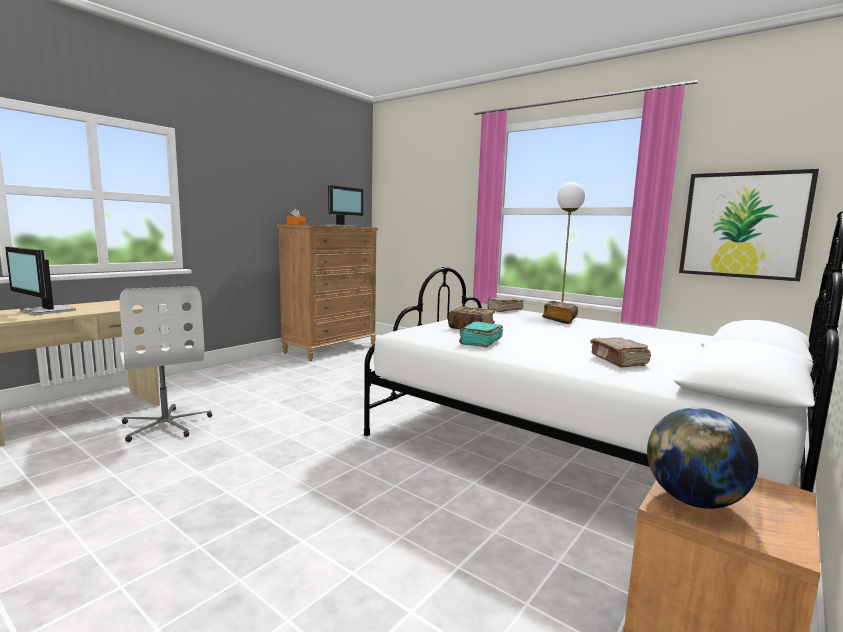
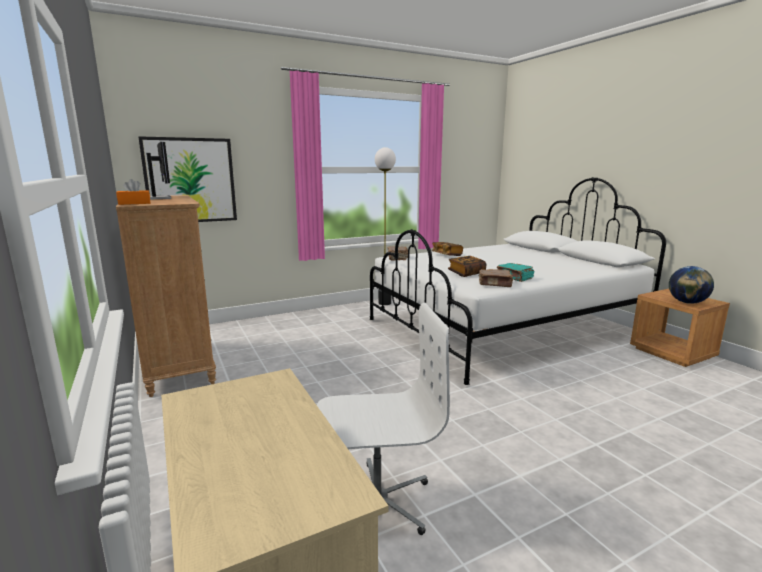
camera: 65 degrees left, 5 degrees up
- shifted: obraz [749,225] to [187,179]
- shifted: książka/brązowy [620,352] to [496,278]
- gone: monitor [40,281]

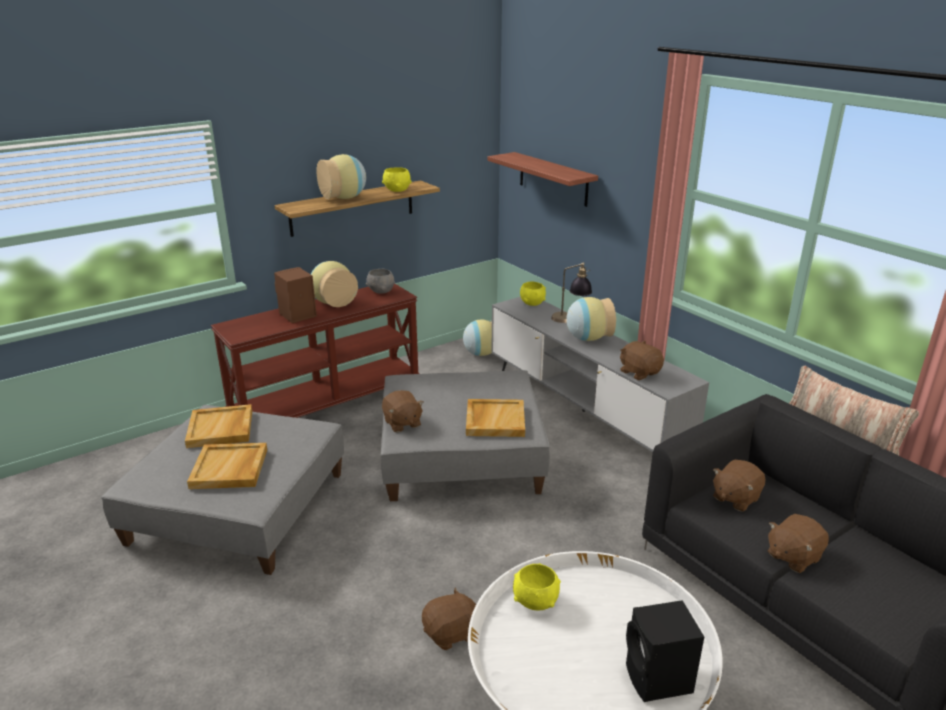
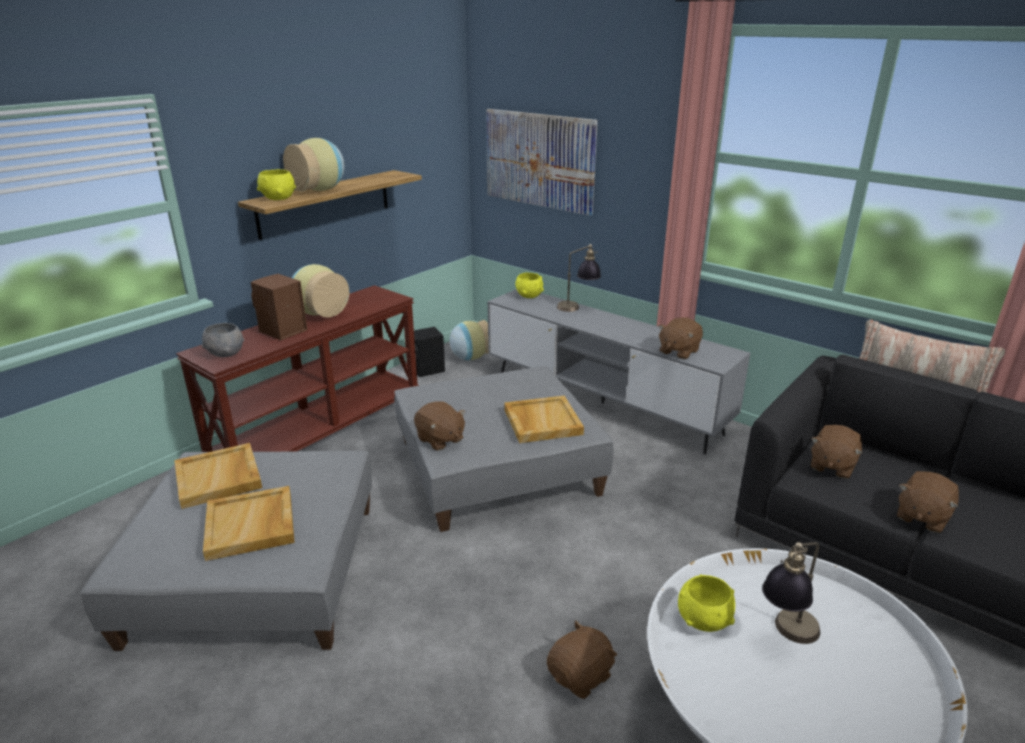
camera: 15 degrees left, 0 degrees up
- shifted: miska/szary [380,281] to [223,340]
- shifted: miska/żółty [396,179] to [276,184]
- shifted: głośnik/czarny [665,651] to [429,352]
- swapped: półka [543,179] to obraz [542,162]
- rotated: pluszak/brązowy [642,360] = [681,338] 90 degrees counterclockwise
- new: lampa stołowa [791,593]
- gone: wazon [591,319]

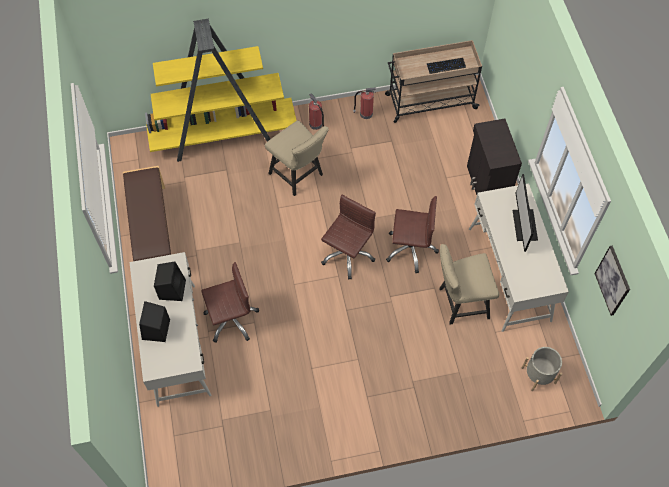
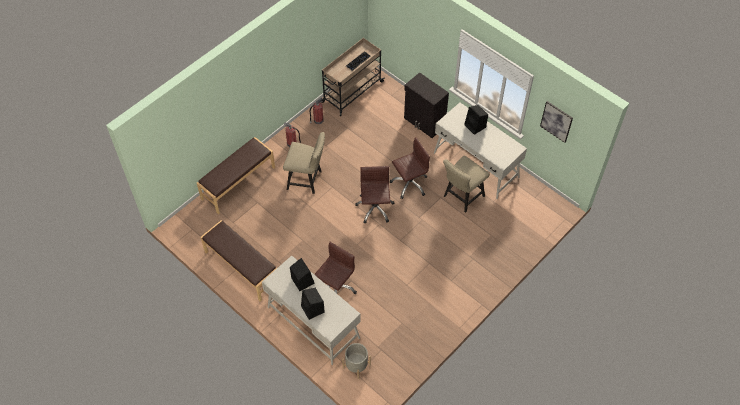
camera: 35 degrees left, 5 degrees down
- swapped: regał/żółty [221,90] to ławka/brązowy [236,175]
- shifted: donica/szary [541,369] to [356,361]
- swapped: monitor [525,213] to głośnik/czarny [476,120]

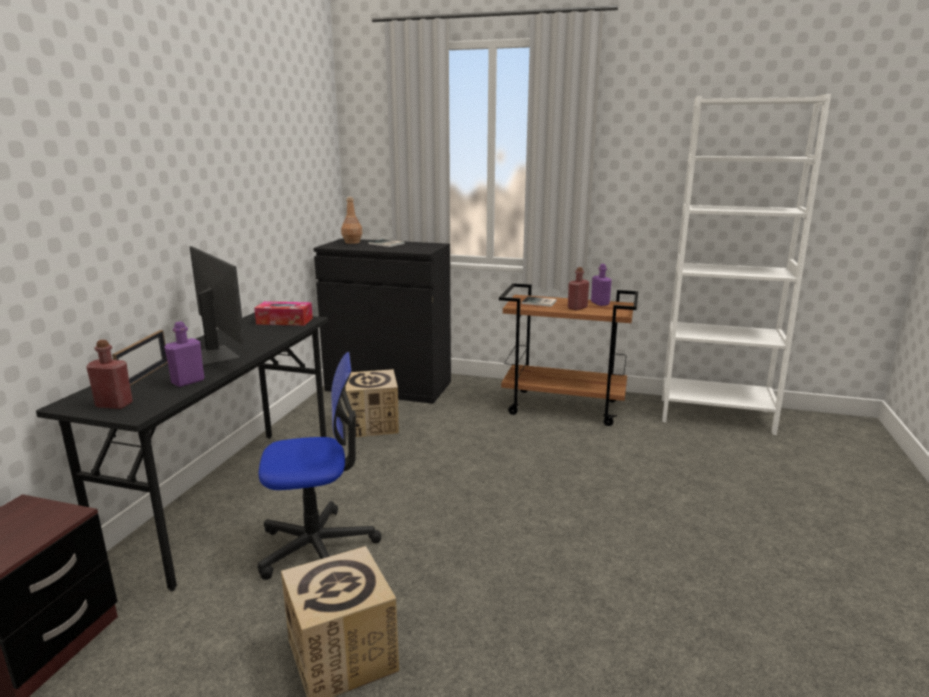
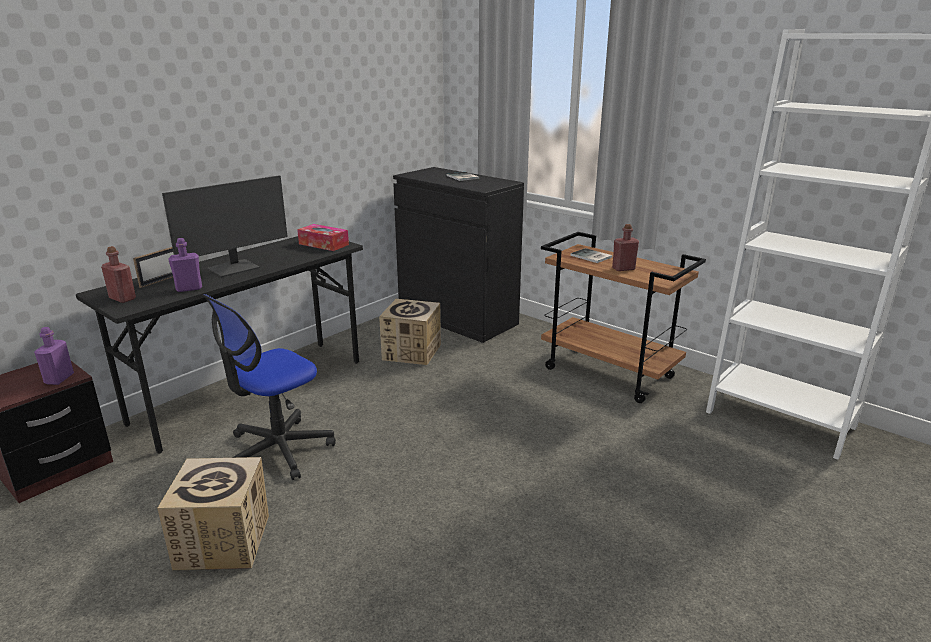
camera: 25 degrees right, 5 degrees up
- shifted: butelka/fioletowy [601,285] to [54,356]
- rotated: monitor [217,306] = [225,226] 60 degrees clockwise
- rotated: krzesło biurowe [319,466] = [269,387] 120 degrees clockwise
- gone: butelka/brązowy [351,220]

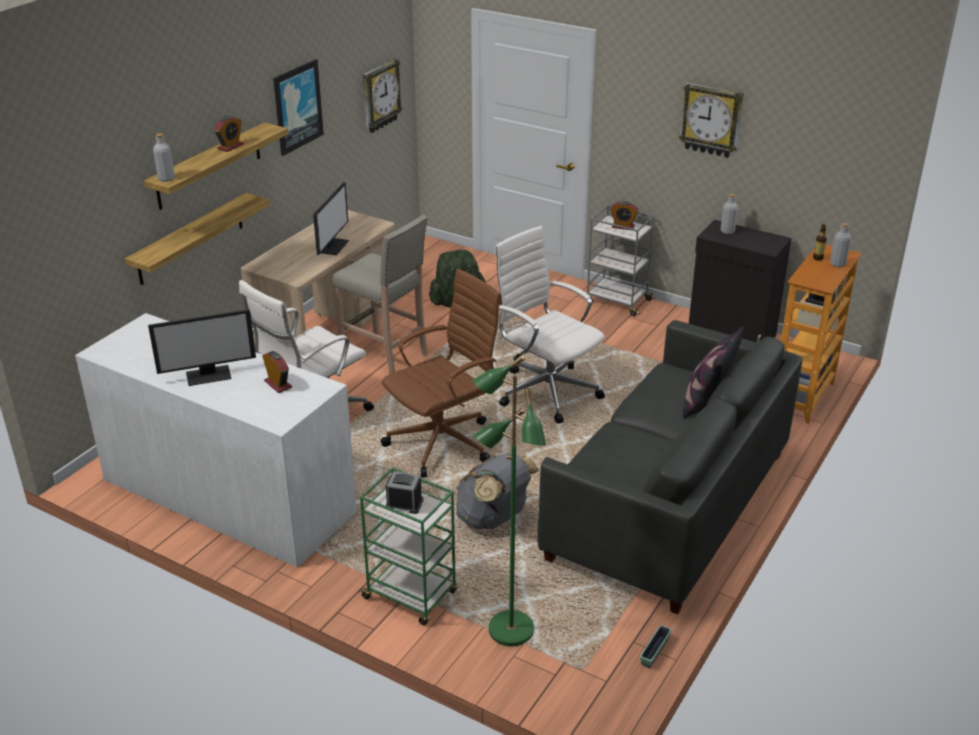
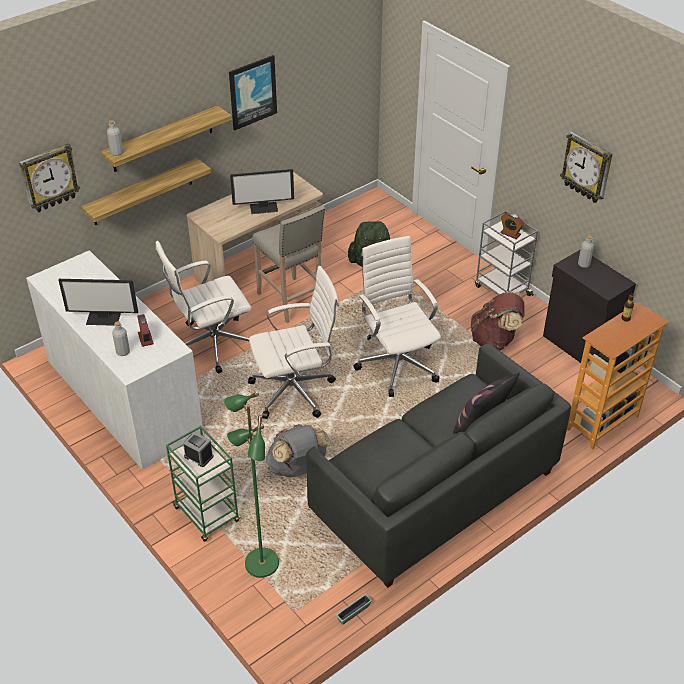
camera: 20 degrees right, 10 degrees up
- shifted: zegar ścienny [382,96] to [49,177]
- shifted: butelka/szary [840,245] to [121,338]
- rotated: monitor [331,218] = [262,191] 45 degrees clockwise
- repainted: krzesło biurowe/brązowy [441,372] to krzesło biurowe/biały [293,342]
- new: plecak/brązowy [498,321]
- gone: budzik [229,134]

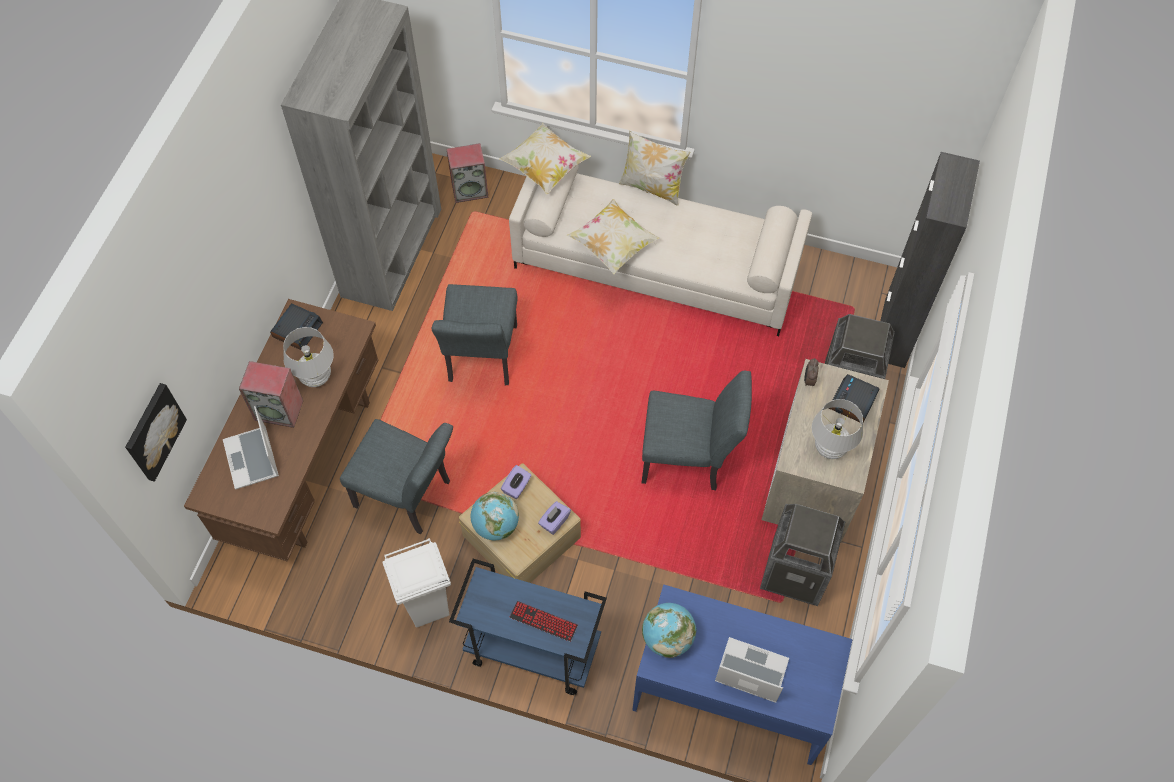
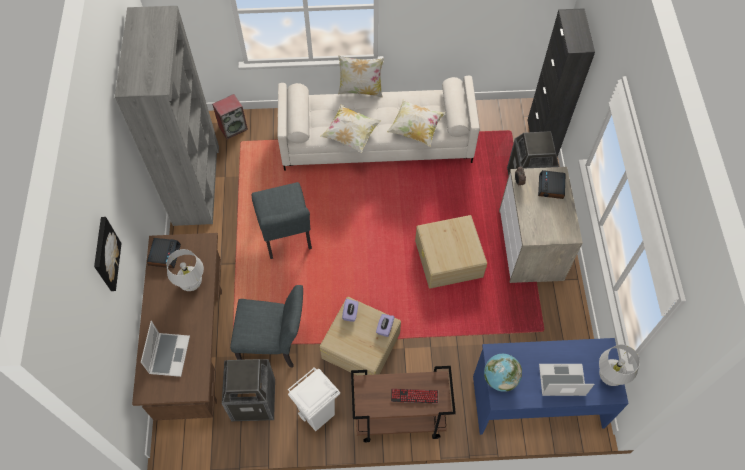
camera: 20 degrees left, 0 degrees up
- shifted: obraz [156,432] to [108,254]
- rotated: laptop [251,448] = [165,349] 135 degrees counterclockwise
- shifted: kosz na śmieci [803,555] to [248,390]
- repainted: wózek/niebieski [528,627] to wózek/brązowy [403,404]
- shifted: poduszka [545,159] to [416,123]
- swapped: krzesło/szary [697,430] to pojemnik do przechowywania/beżowy [451,251]
- shifted: lampa stołowa/biały [837,429] to [619,365]
- gone: głośnik [271,394]
- gone: globus [495,516]

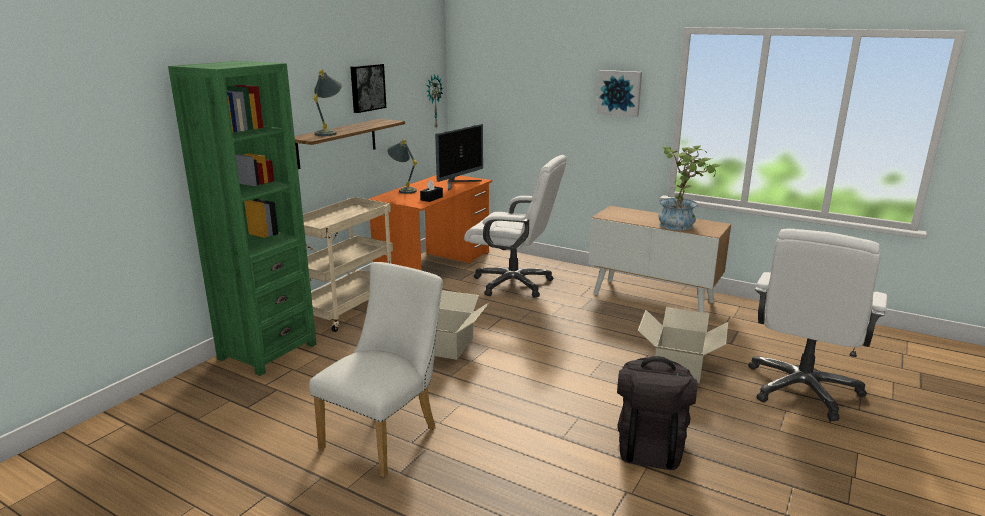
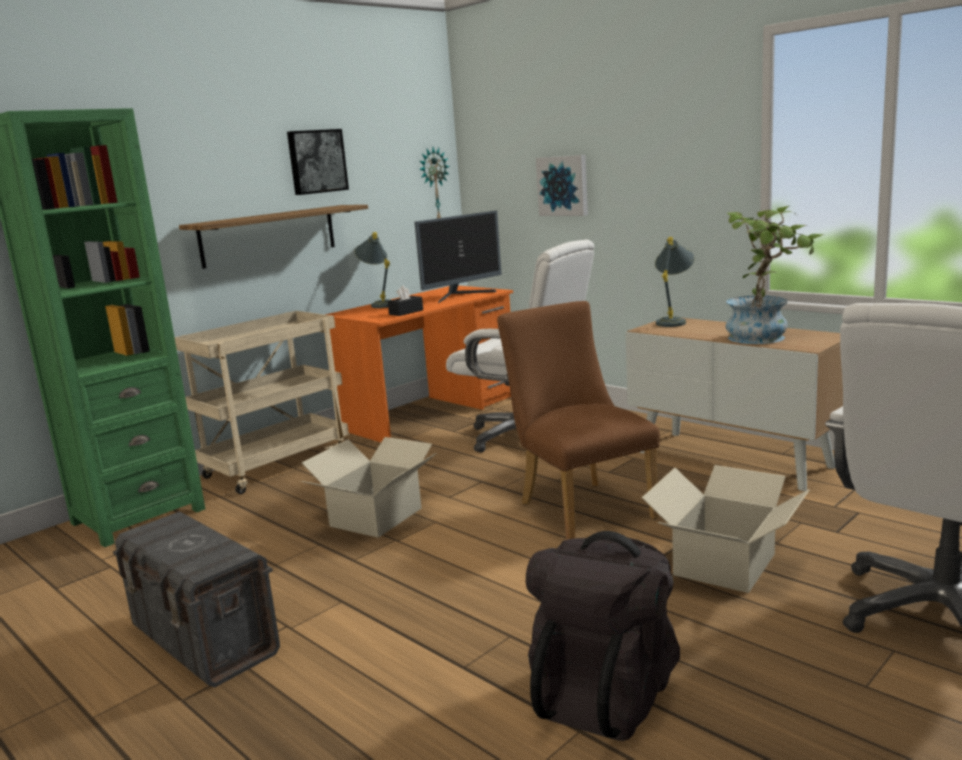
camera: 15 degrees right, 5 degrees down
- swapped: krzesło/biały [376,369] to pojemnik do przechowywania/szary [196,599]
- new: krzesło/brązowy [578,420]
- shifted: obraz [619,93] to [562,185]
- shifted: lampa stołowa/szary [327,103] to [675,282]

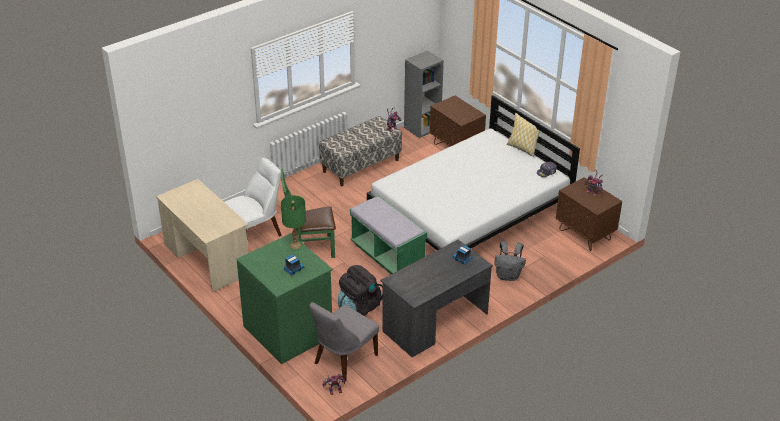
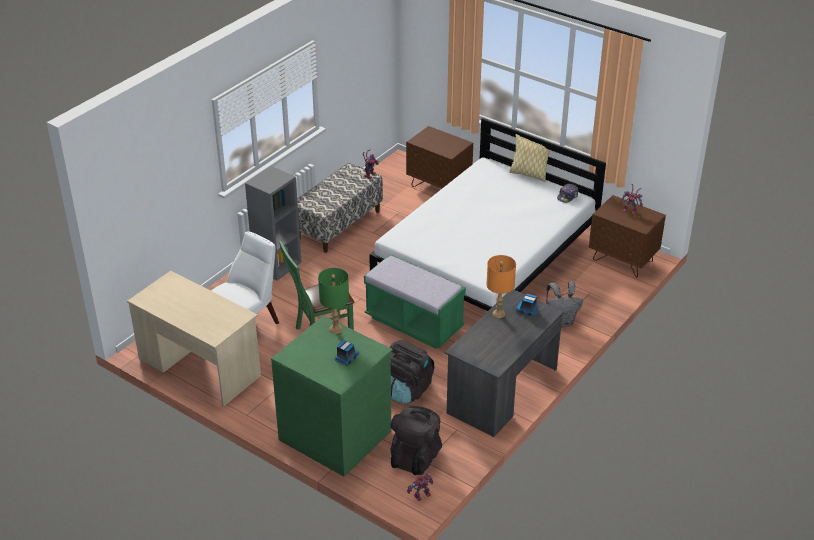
camera: 15 degrees left, 0 degrees up
- shifted: regał/szary [424,94] to [273,223]
- swapped: krzesło/szary [344,342] to plecak/czarny [416,440]
- new: lampa stołowa/pomarańczowy [501,286]

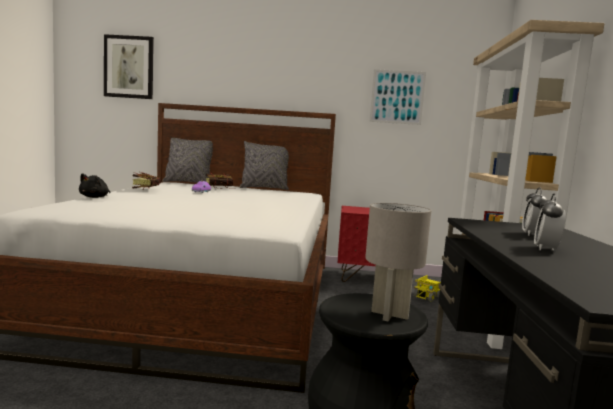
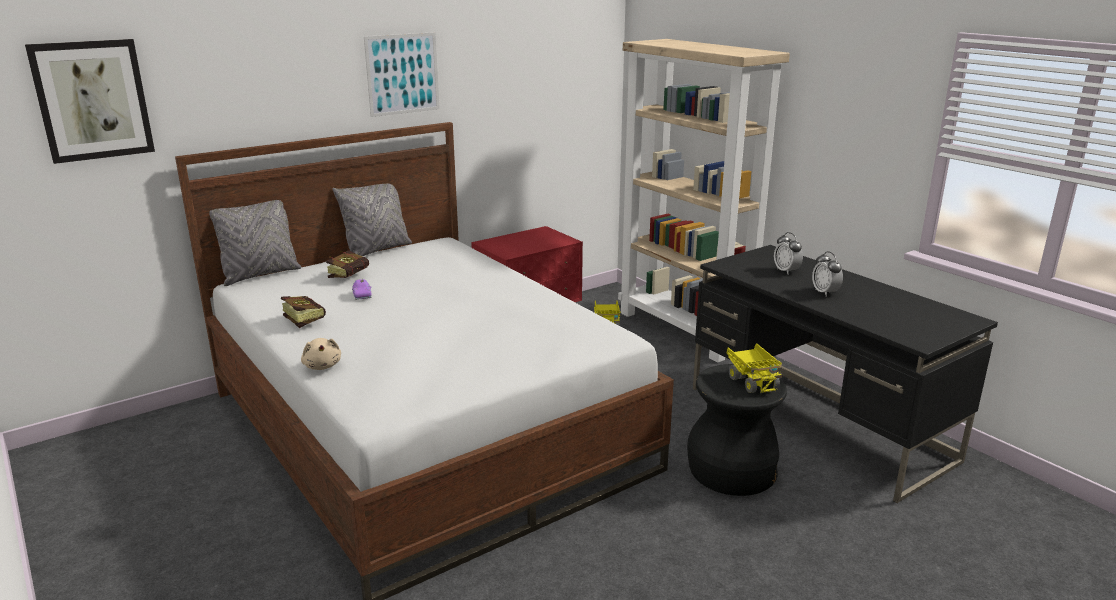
camera: 40 degrees left, 15 degrees up
- repainted: pluszak/czarny [94,185] to pluszak/beżowy [321,354]
- shifted: obraz [397,97] to [402,74]
- swapped: lampa stołowa/szary [398,262] to ciężarówka zabawkowa [754,368]

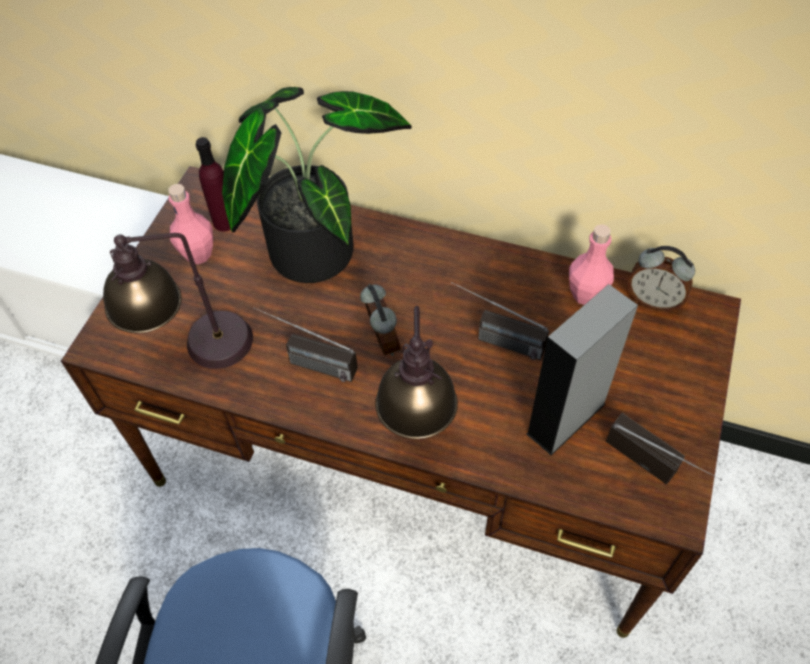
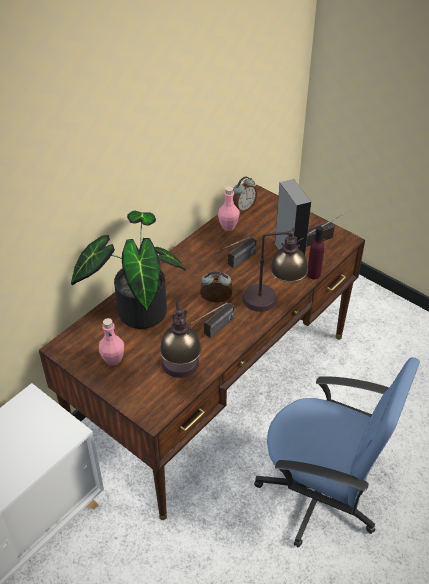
camera: 70 degrees left, 10 degrees down
- shifted: butelka/fioletowy [213,184] to [315,252]

